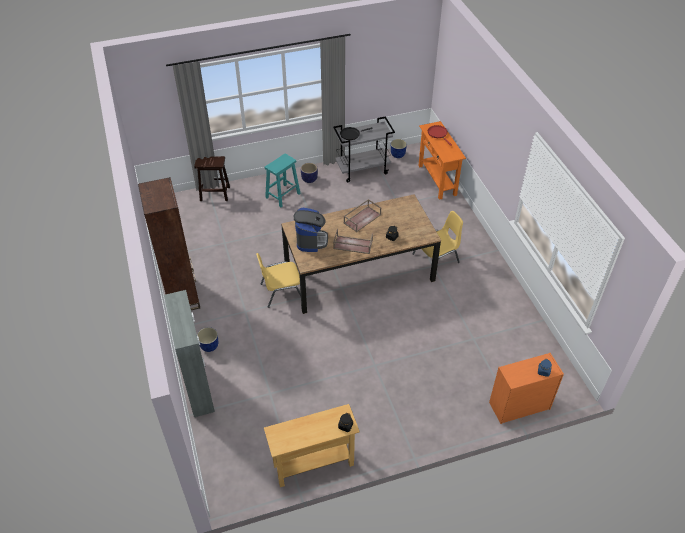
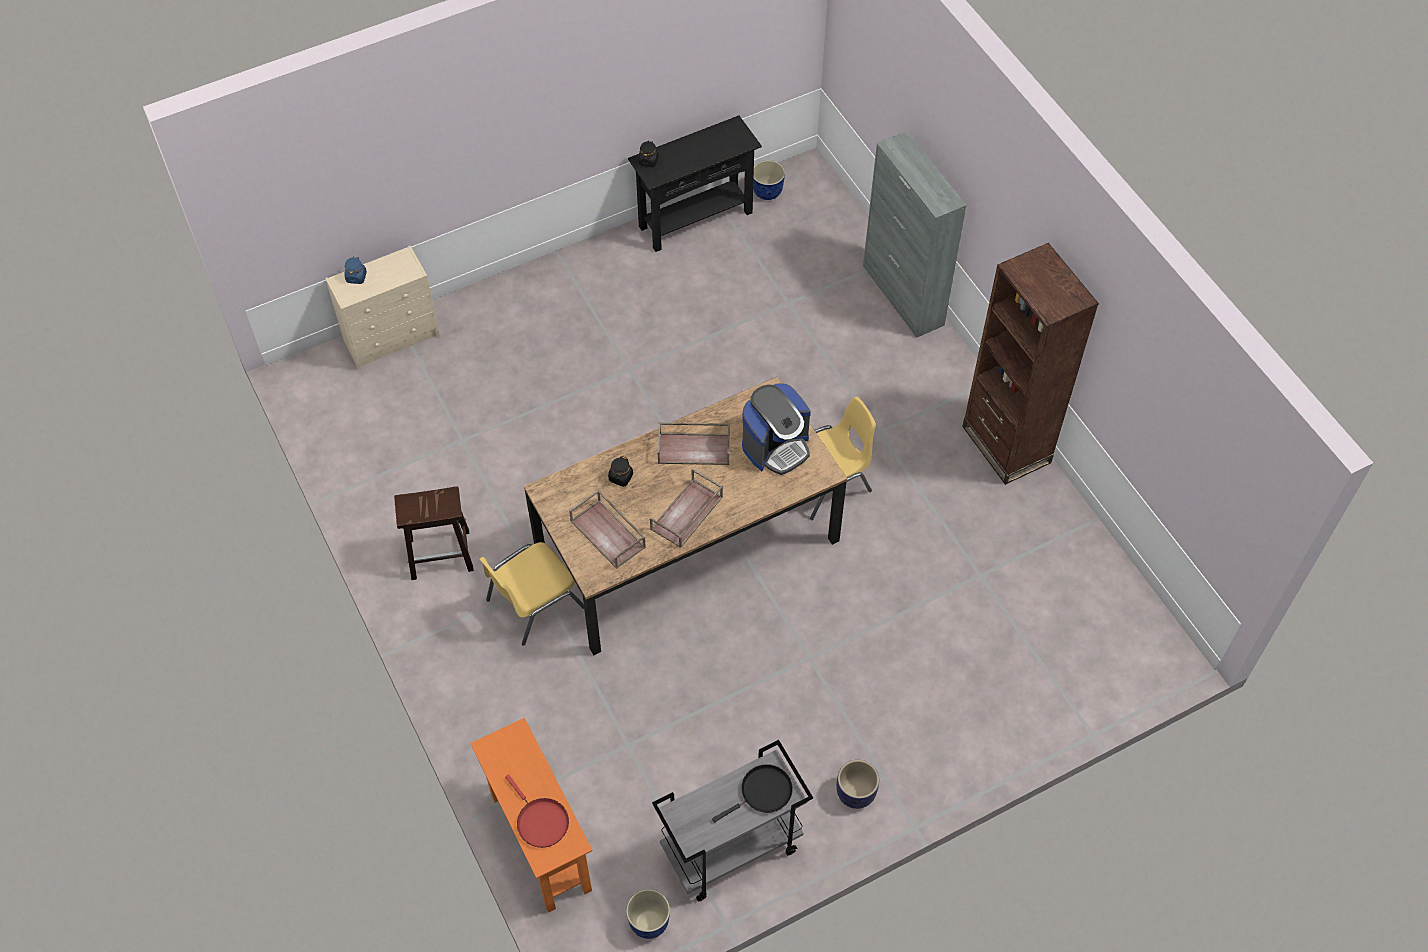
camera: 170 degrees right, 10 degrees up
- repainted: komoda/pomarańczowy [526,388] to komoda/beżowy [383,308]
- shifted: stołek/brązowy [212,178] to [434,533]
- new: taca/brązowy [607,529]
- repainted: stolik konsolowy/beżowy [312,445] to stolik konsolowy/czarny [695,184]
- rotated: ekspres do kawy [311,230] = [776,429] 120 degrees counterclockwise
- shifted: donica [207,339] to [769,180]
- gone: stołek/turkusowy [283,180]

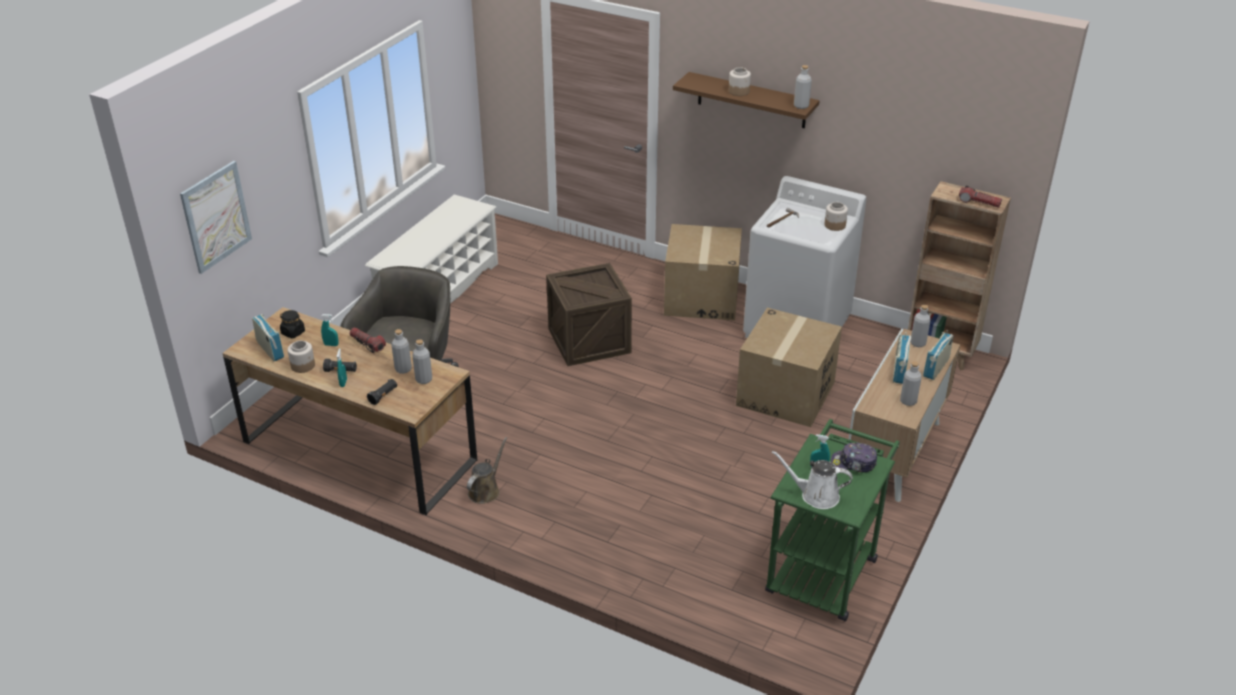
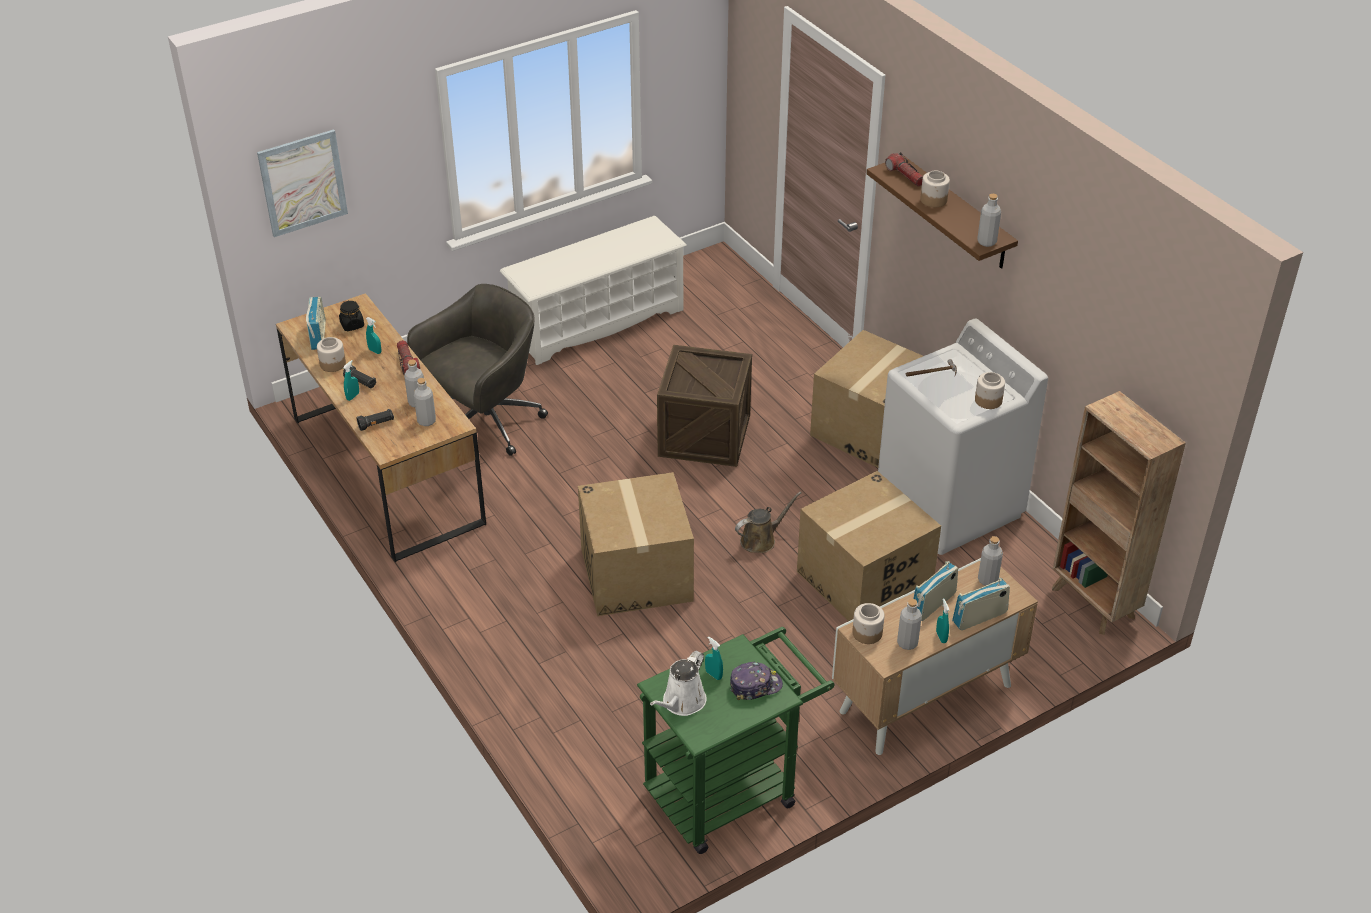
camera: 30 degrees right, 5 degrees up
- new: karton [636,544]
- rotated: konewka/biały [812,480] = [678,683] 105 degrees counterclockwise
- rotated: czapka z daszkiem [854,457] = [756,681] 120 degrees clockwise
- shifted: konewka/brązowy [487,470] to [768,522]
- new: słoik [868,623]
- shifted: latarka [980,196] to [904,169]
- new: spryskiwacz/turkusowy [942,620]

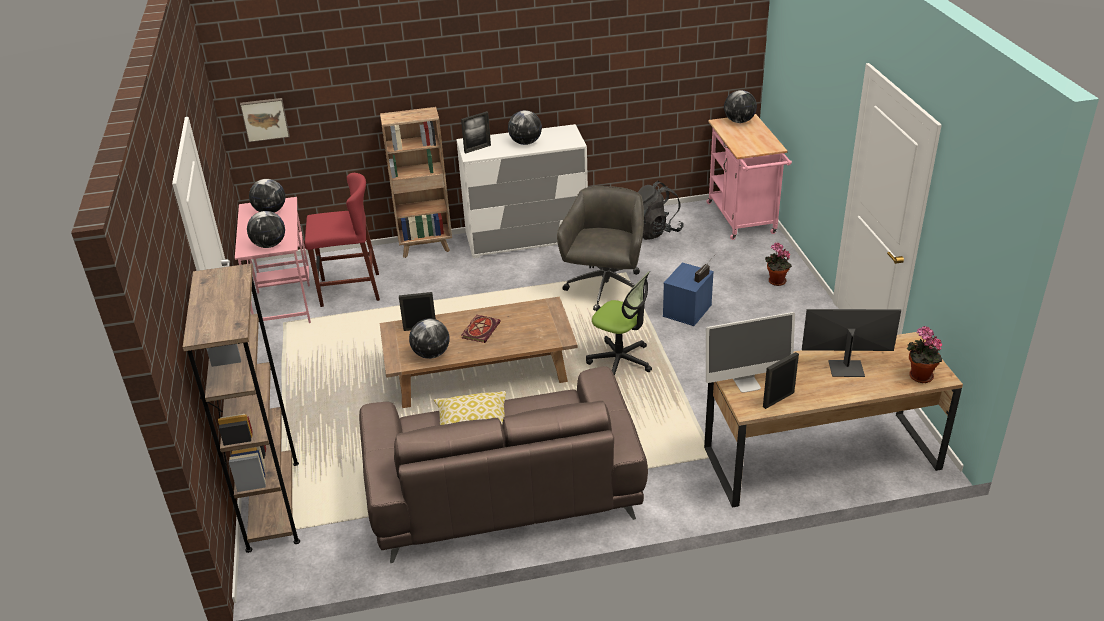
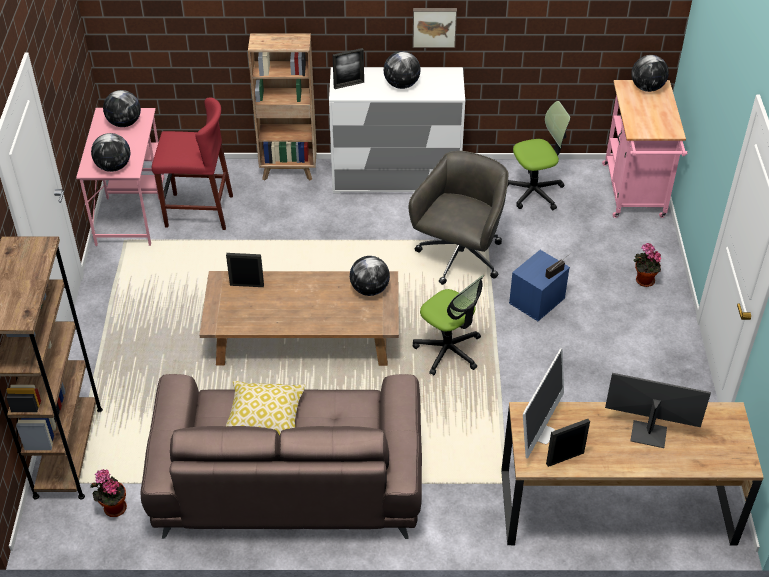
camera: 10 degrees right, 10 degrees up
- shifted: roślina doniczkowa [924,354] to [108,493]
- shifted: globus [429,338] to [370,276]
- shifted: obraz [265,120] to [434,28]
- swapped: plecak/czarny [661,210] to krzesło biurowe [539,155]
- rotated: monitor [750,352] = [543,403] 60 degrees counterclockwise
- gone: książka [481,329]

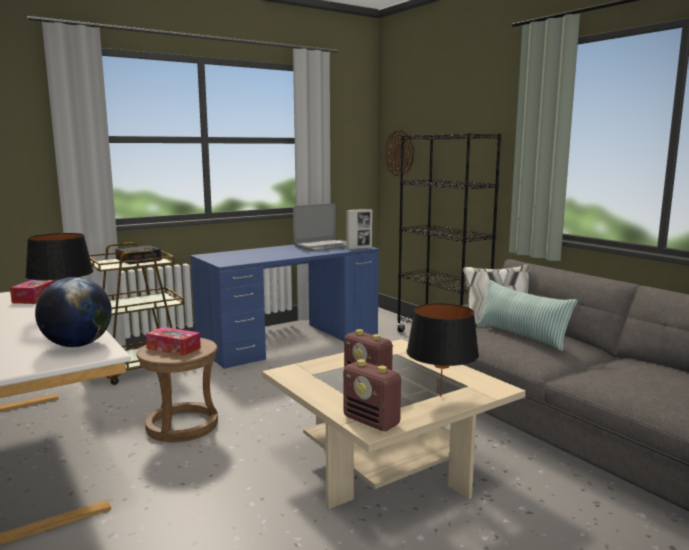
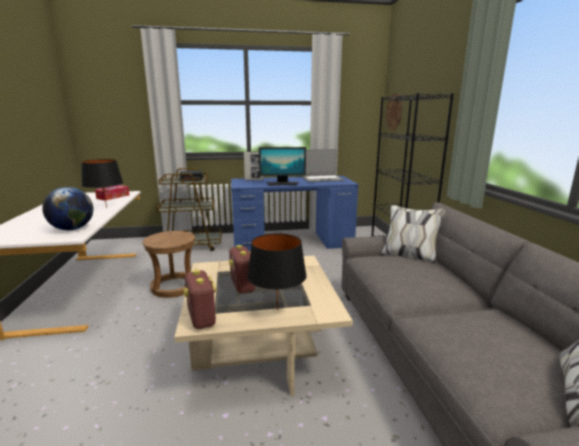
camera: 25 degrees right, 5 degrees up
- shifted: ramka na zdjęcie [359,229] to [253,166]
- new: monitor [282,166]
- gone: pudełko chusteczek [173,341]
- gone: poduszka [527,315]

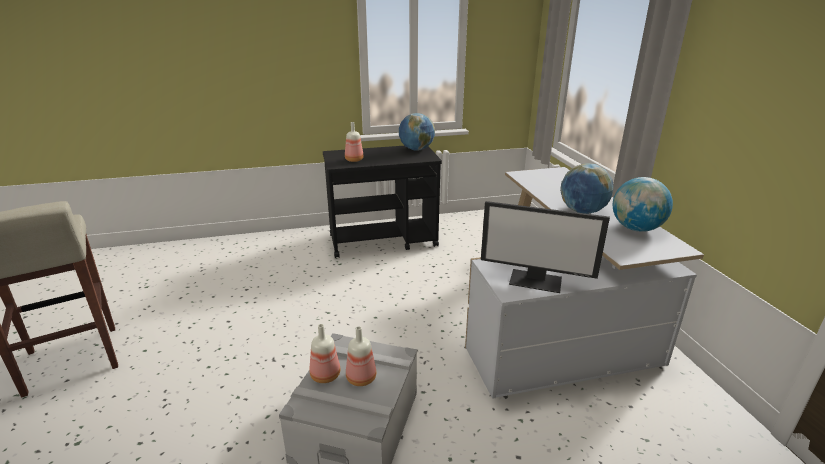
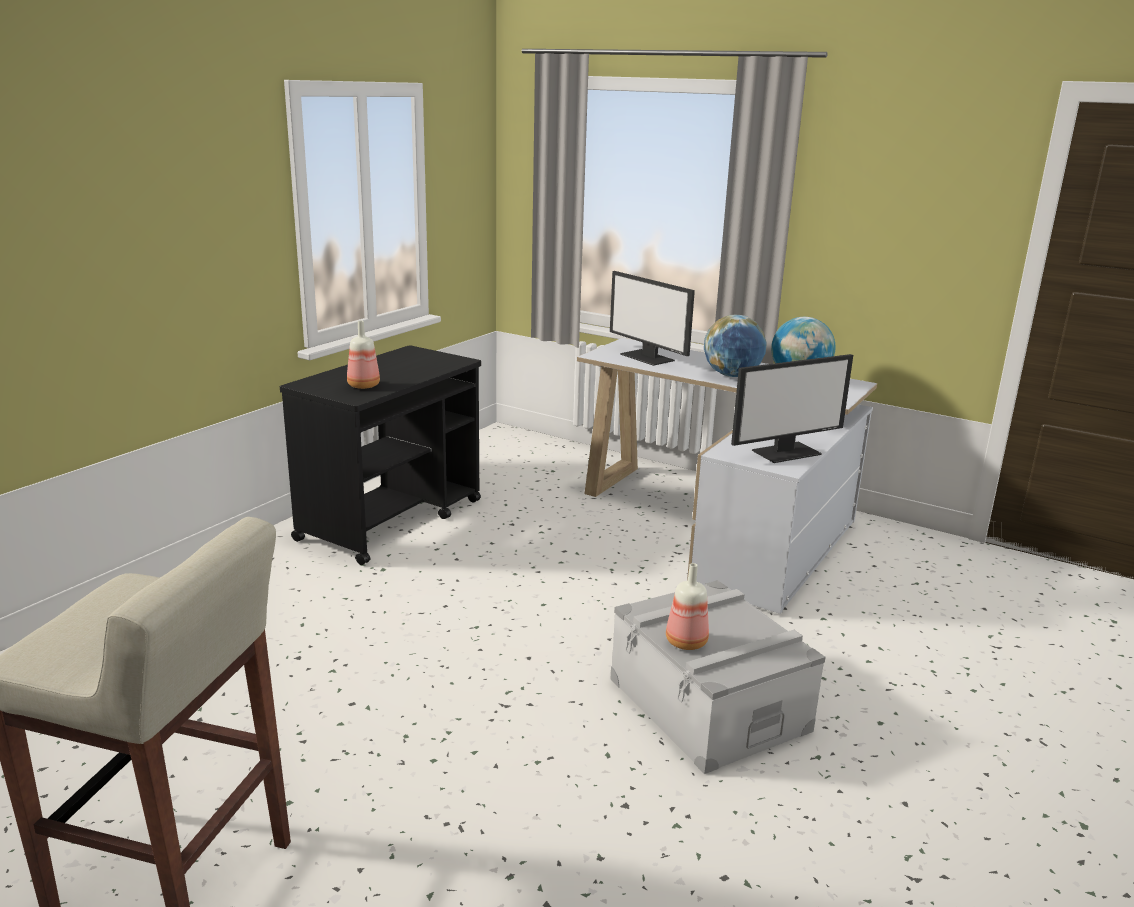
camera: 45 degrees left, 5 degrees down
- new: monitor [652,318]
- gone: butelka [361,356]
- gone: globus [417,132]

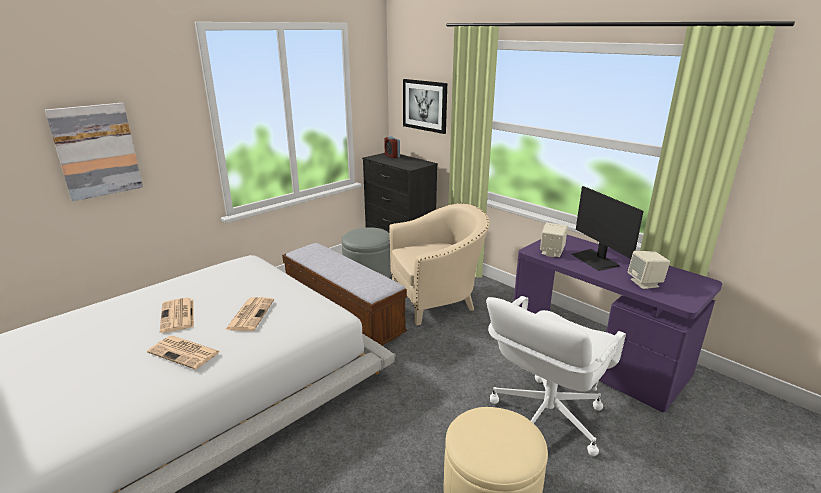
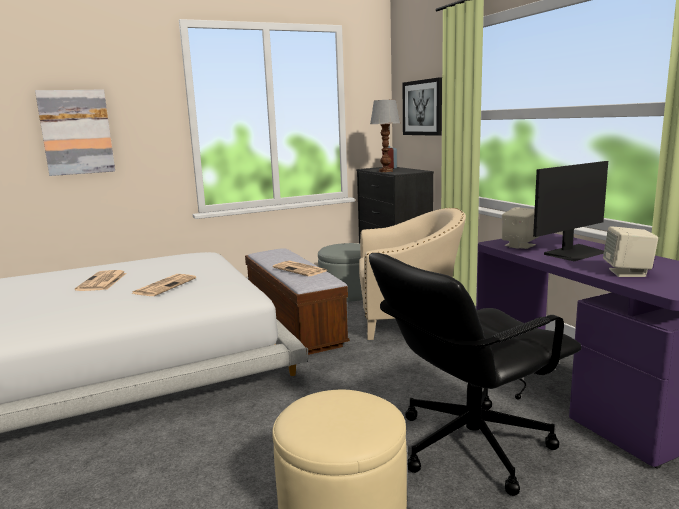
camera: 20 degrees right, 10 degrees down
- shifted: gazeta [184,352] to [300,268]
- repainted: krzesło biurowe/biały [556,376] to krzesło biurowe/czarny [475,374]
- new: lampa stołowa [385,136]
- rotated: monitor [607,228] = [570,211] 120 degrees counterclockwise

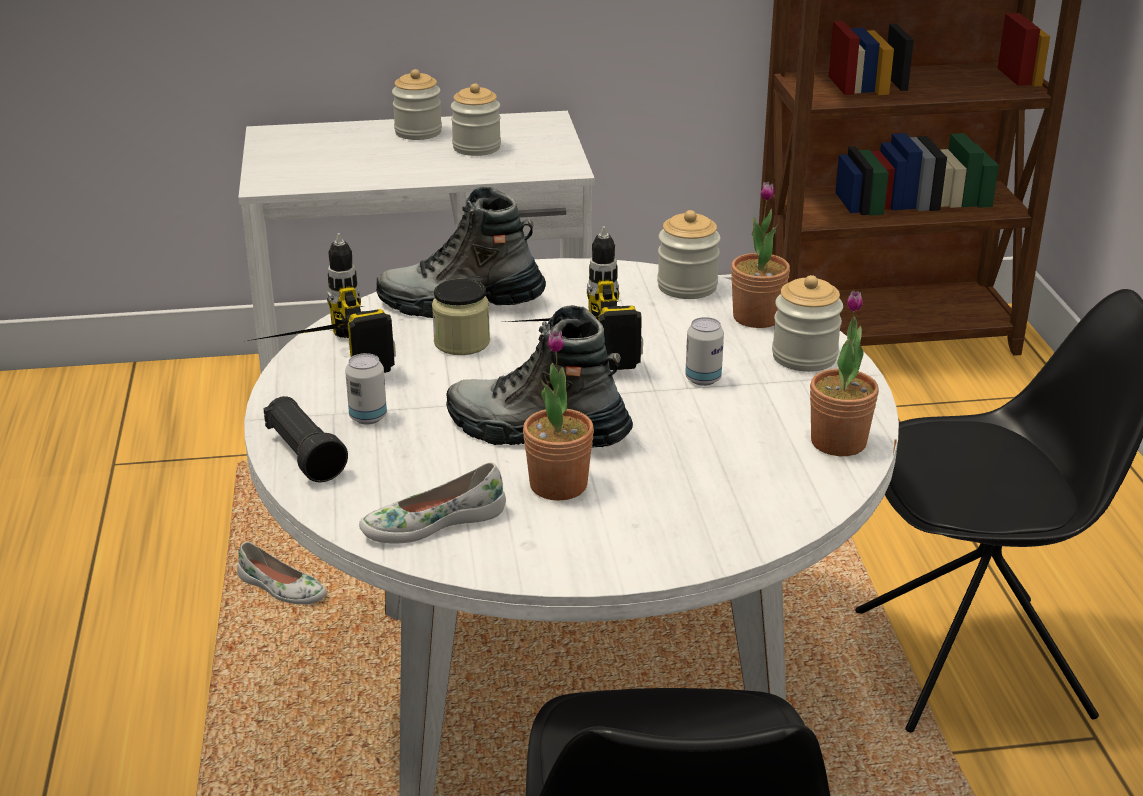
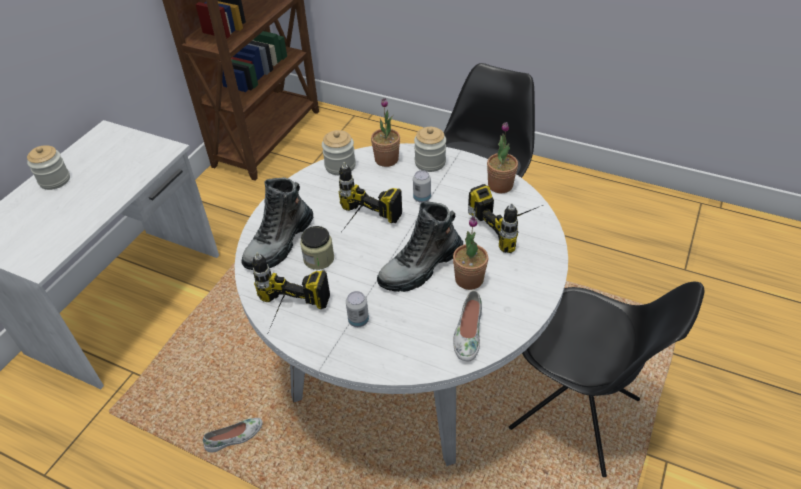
camera: 55 degrees left, 15 degrees up
- new: wiertarka [505,218]
- gone: latarka/czarny [305,439]
- gone: słoik [476,119]

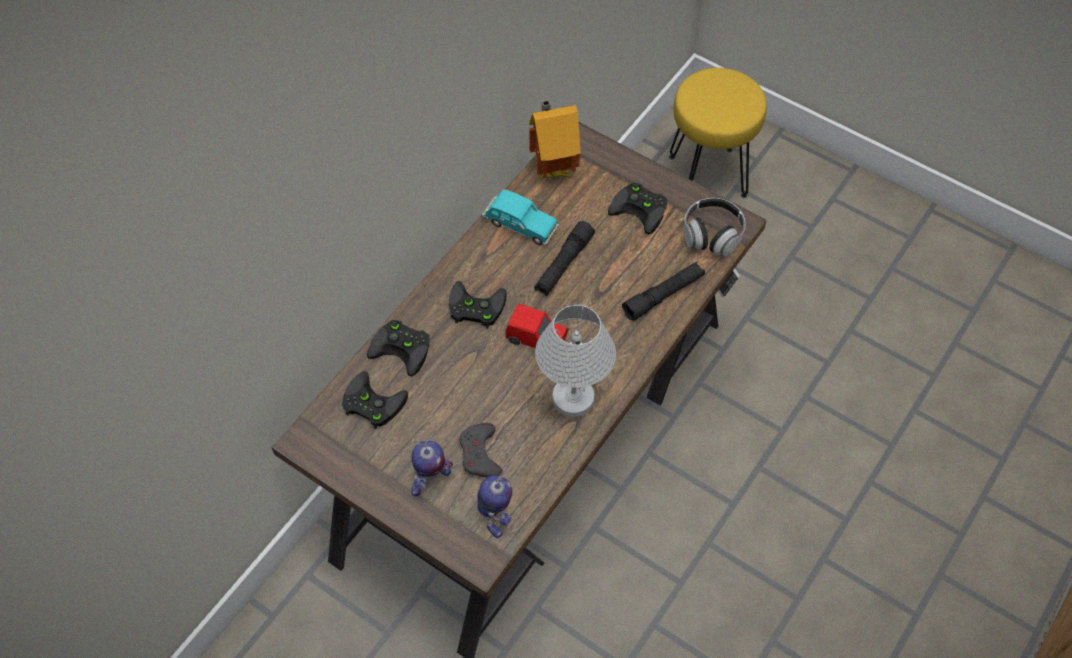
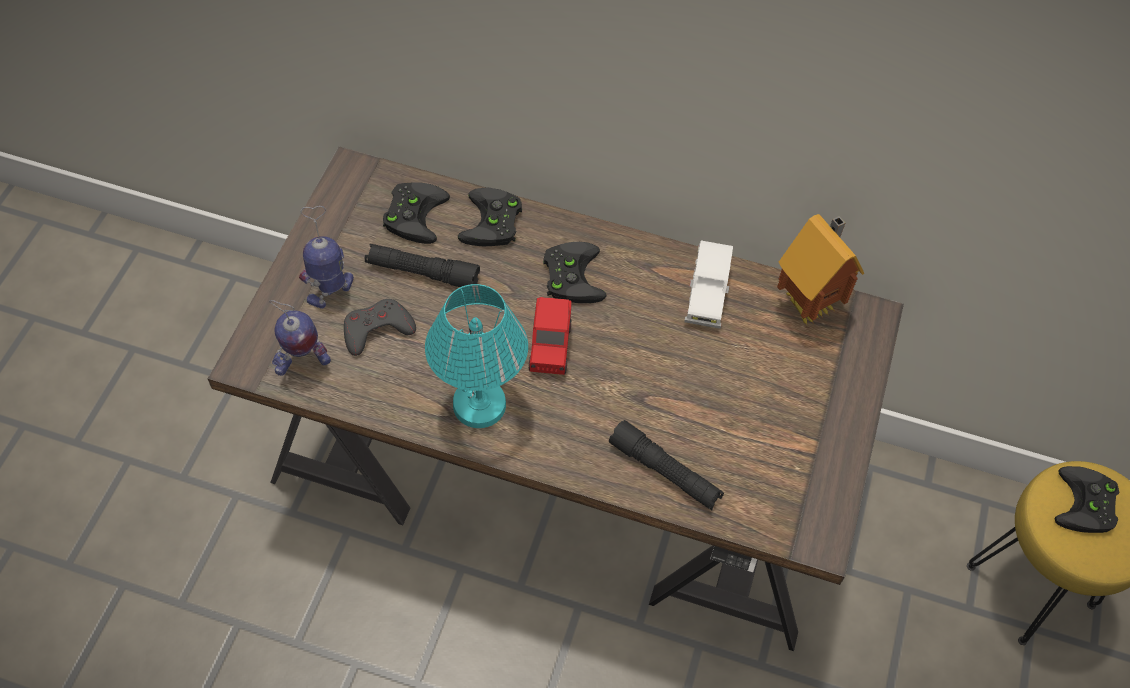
camera: 70 degrees right, 0 degrees up
- rotated: robot zabawkowy [432,468] = [326,257] 105 degrees clockwise
- shifted: latarka/czarny [564,258] to [422,265]
- repainted: lampa stołowa/biały [575,361] to lampa stołowa/turkusowy [476,356]
- repainted: samochodzik/turkusowy [520,218] to samochodzik/biały [708,285]
- shifted: pad do gier/czarny [637,208] to [1087,499]
- gone: słuchawki [714,227]

